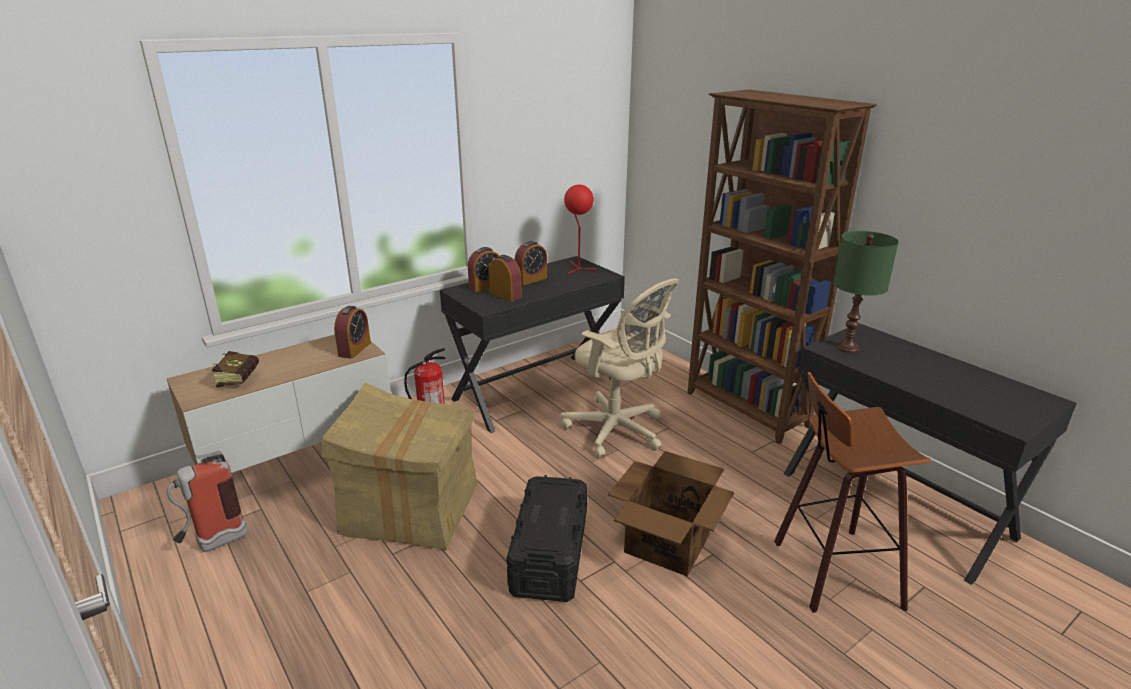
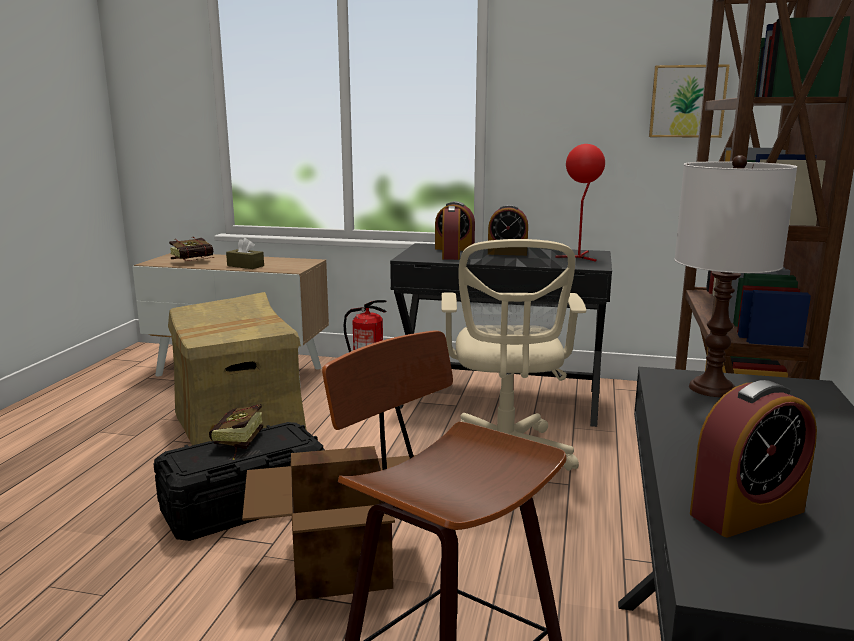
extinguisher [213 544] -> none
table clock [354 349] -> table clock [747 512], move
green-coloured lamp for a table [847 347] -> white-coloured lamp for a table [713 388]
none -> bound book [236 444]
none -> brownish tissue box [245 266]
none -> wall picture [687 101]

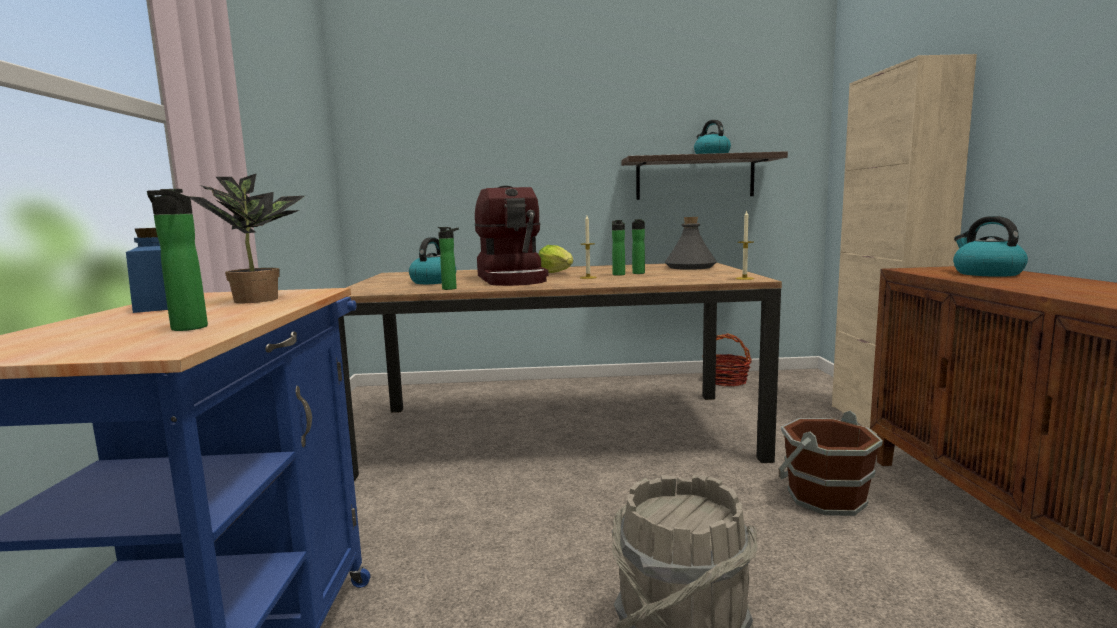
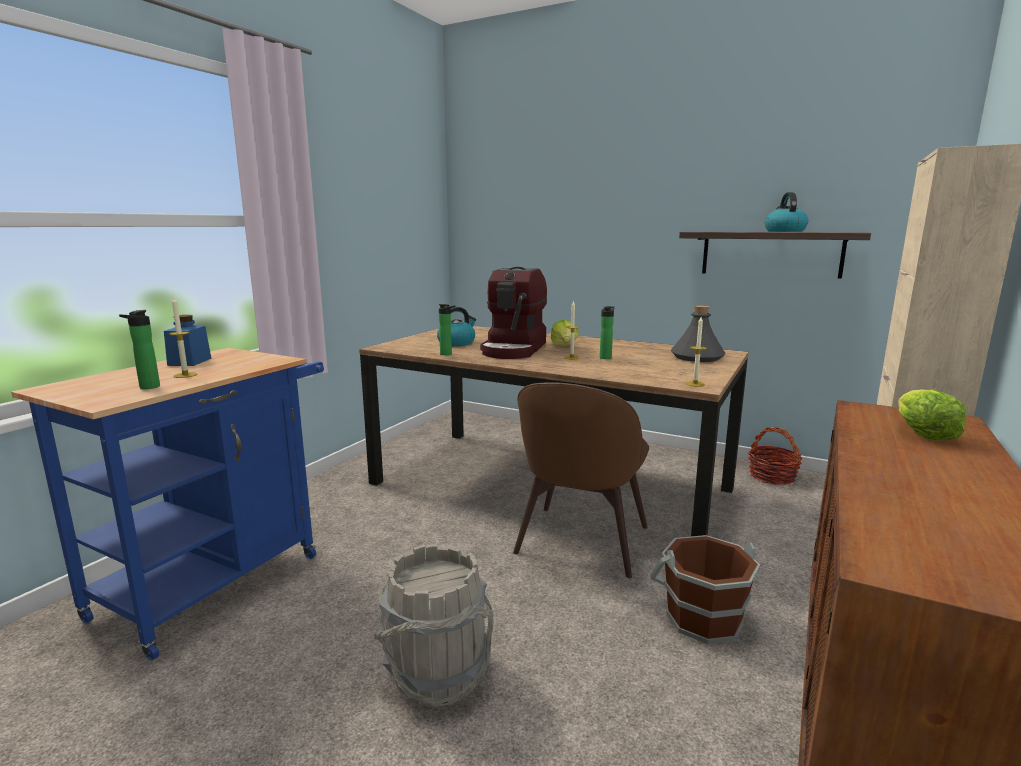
potted plant [261 299] -> none
beverage bottle [638 273] -> none
tea kettle [986 273] -> lettuce head [921 433]
none -> wax candle [185 375]
none -> brownish chair [581 543]

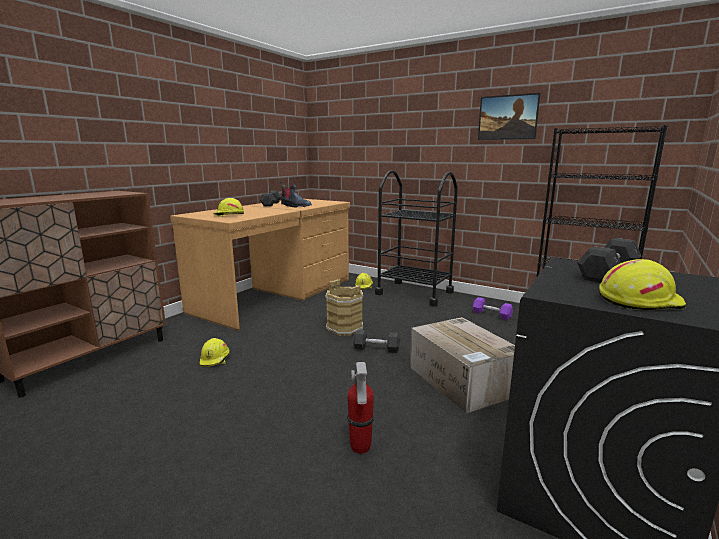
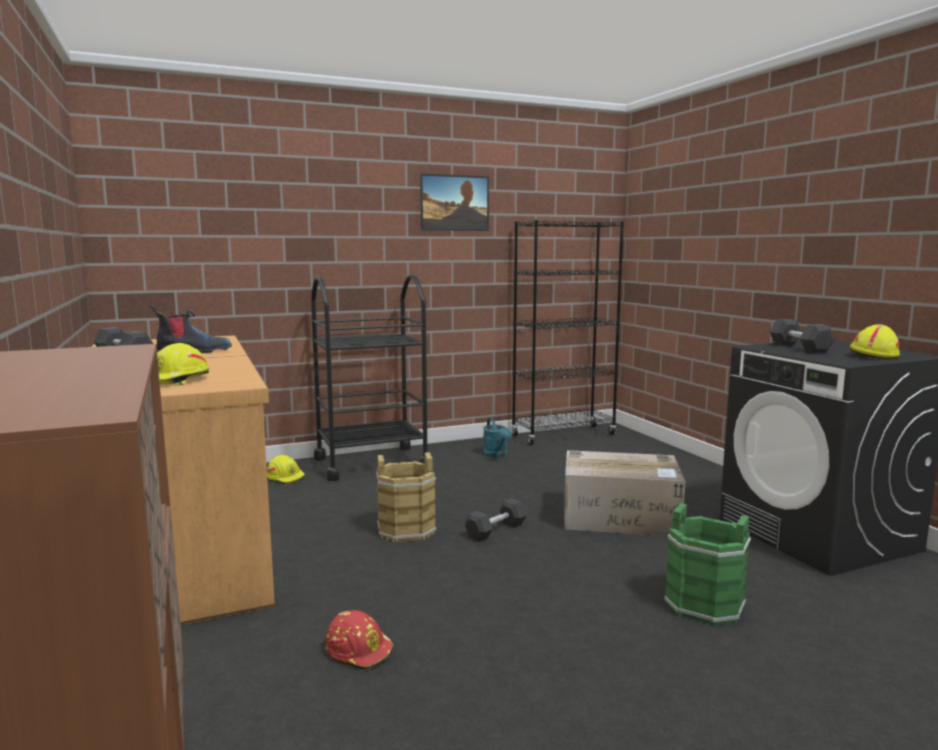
yellow work helmet [215 359] -> red work helmet [359 650]
extinguisher [360 447] -> green-coloured pail [704 604]
purple-coloured free weight [491 314] -> blue-green watering can [497 455]

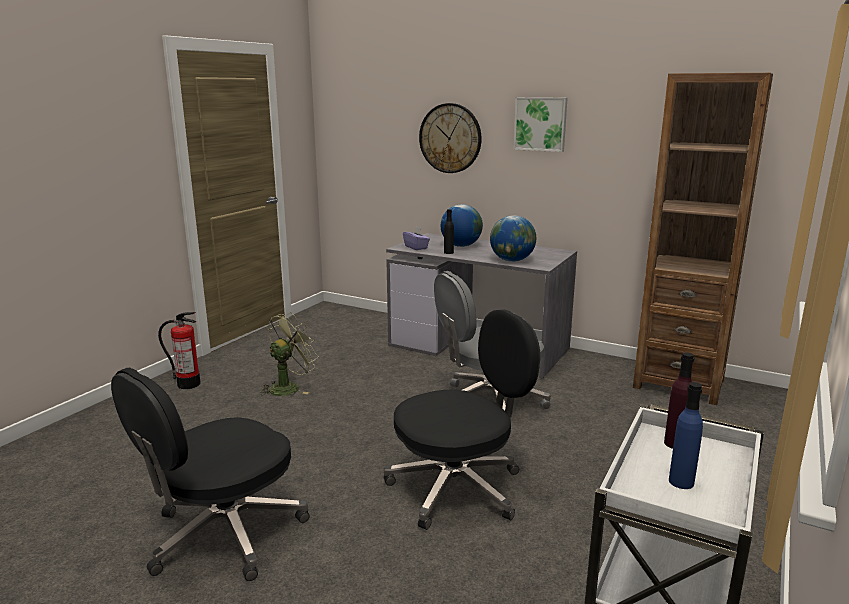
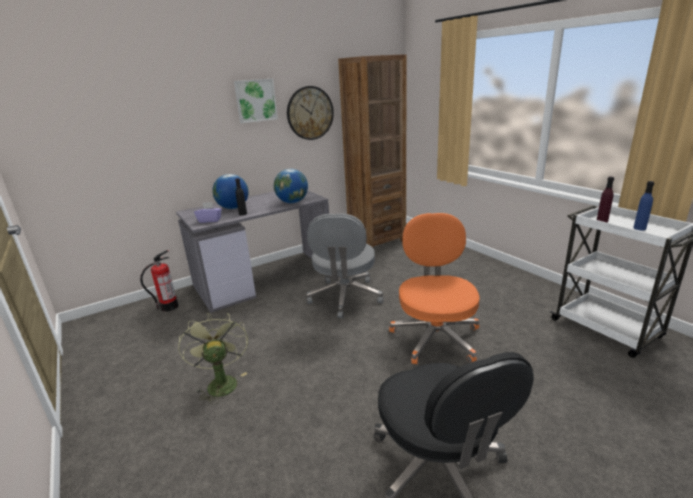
extinguisher [188 384] -> extinguisher [169 307], move
black computer chair [458 488] -> orange computer chair [435 337]
hanging clock [450 138] -> hanging clock [310 113], move

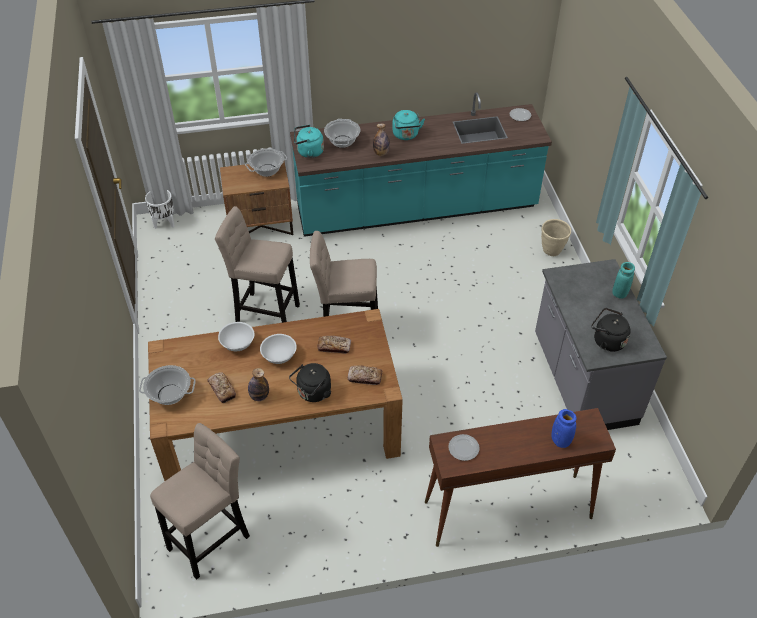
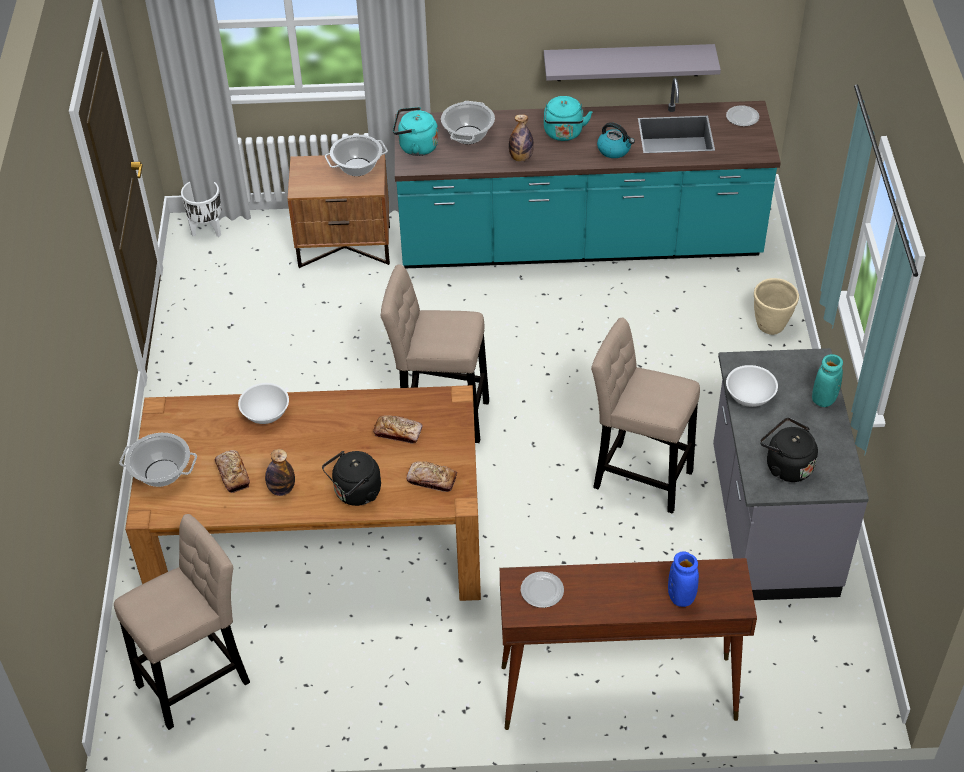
beige sitting stool [264 311] -> beige sitting stool [638 476], move
white-coloured serving bowl [279 356] -> white-coloured serving bowl [750 396], move
none -> gray shelf [628 62]
none -> tea kettle [614 150]

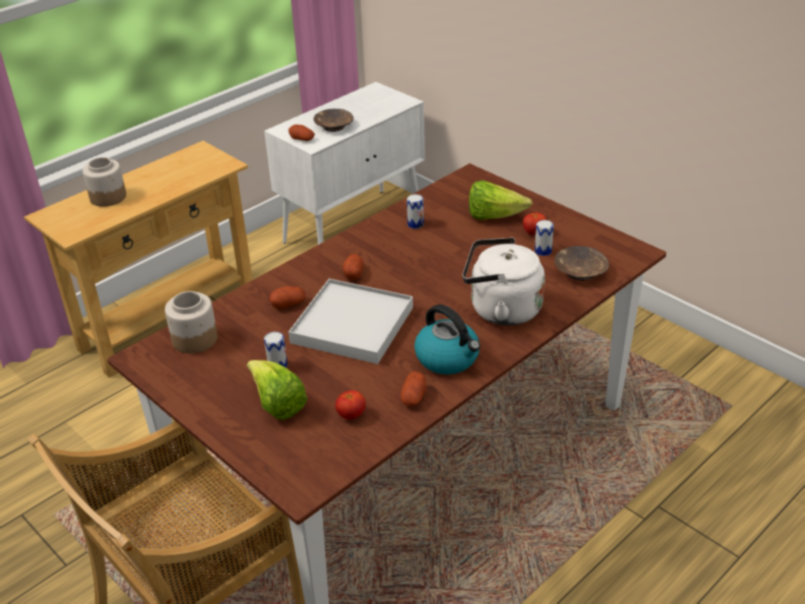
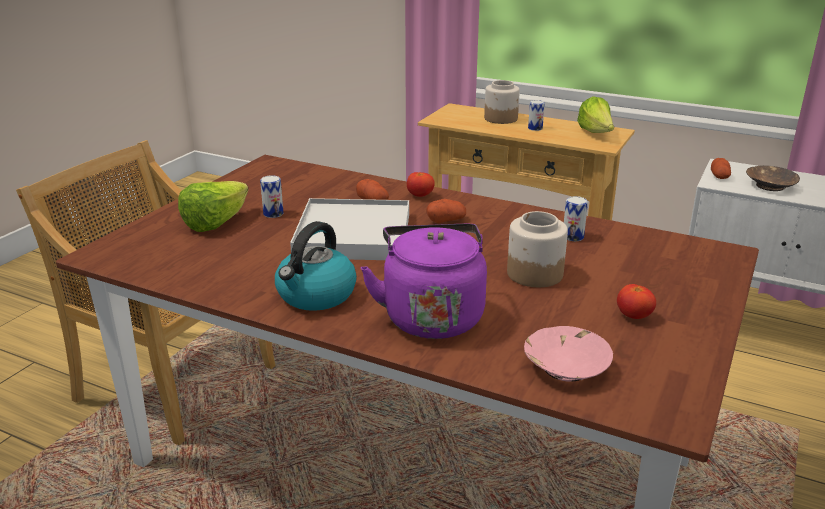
jar [194 339] -> jar [534 274], move
fresh tomato [351 415] -> fresh tomato [420 196], move
spud [413 397] -> none
white-coloured tea kettle [500 309] -> purple-coloured tea kettle [431 315]
lettuce head [494 216] -> lettuce head [596 134], move
can [543 251] -> can [535 128], move
brownish serving bowl [580 272] -> pink-coloured serving bowl [565 367]

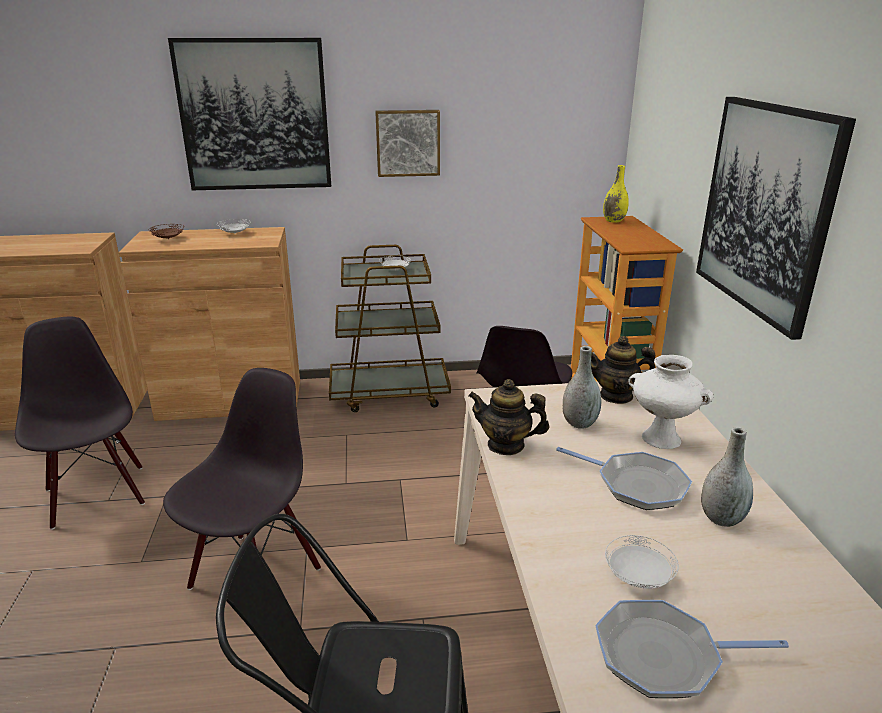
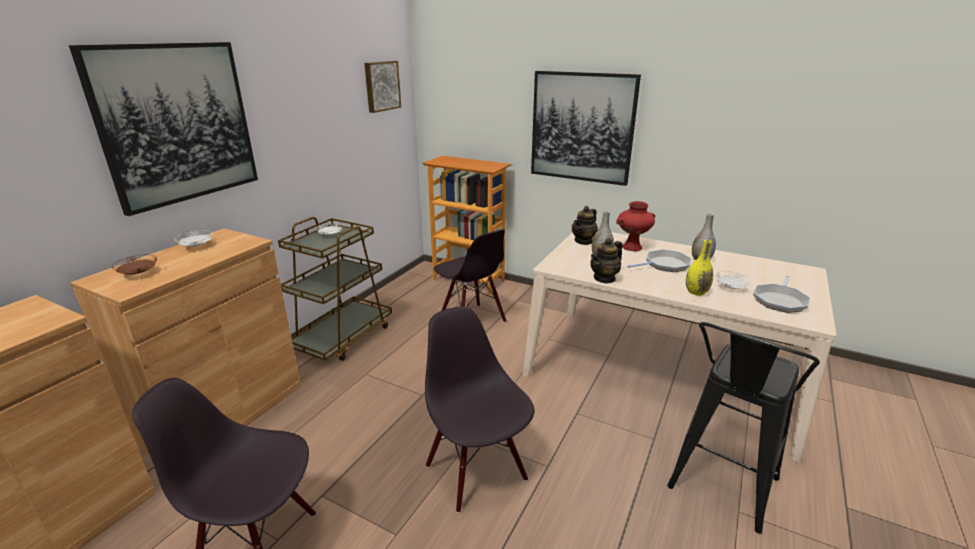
wall picture [408 143] -> wall picture [381 86], move
yellow vase [614 221] -> yellow vase [696 292], move
white-coloured vase [660 439] -> red vase [632 247]

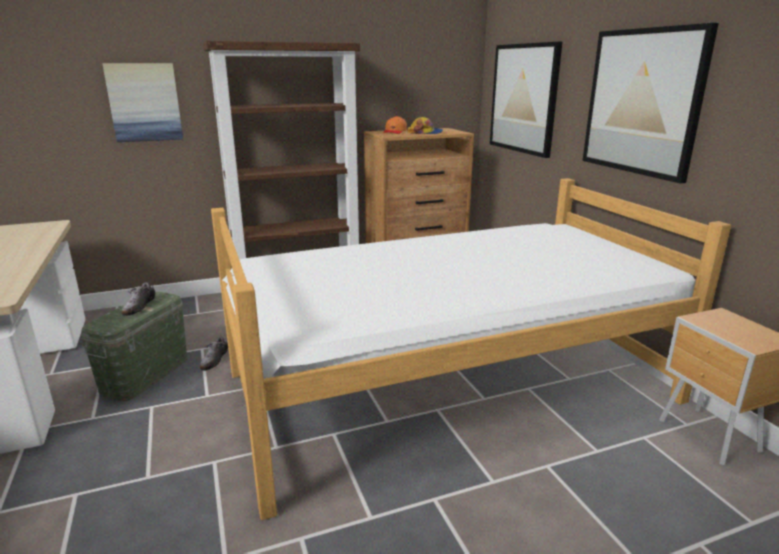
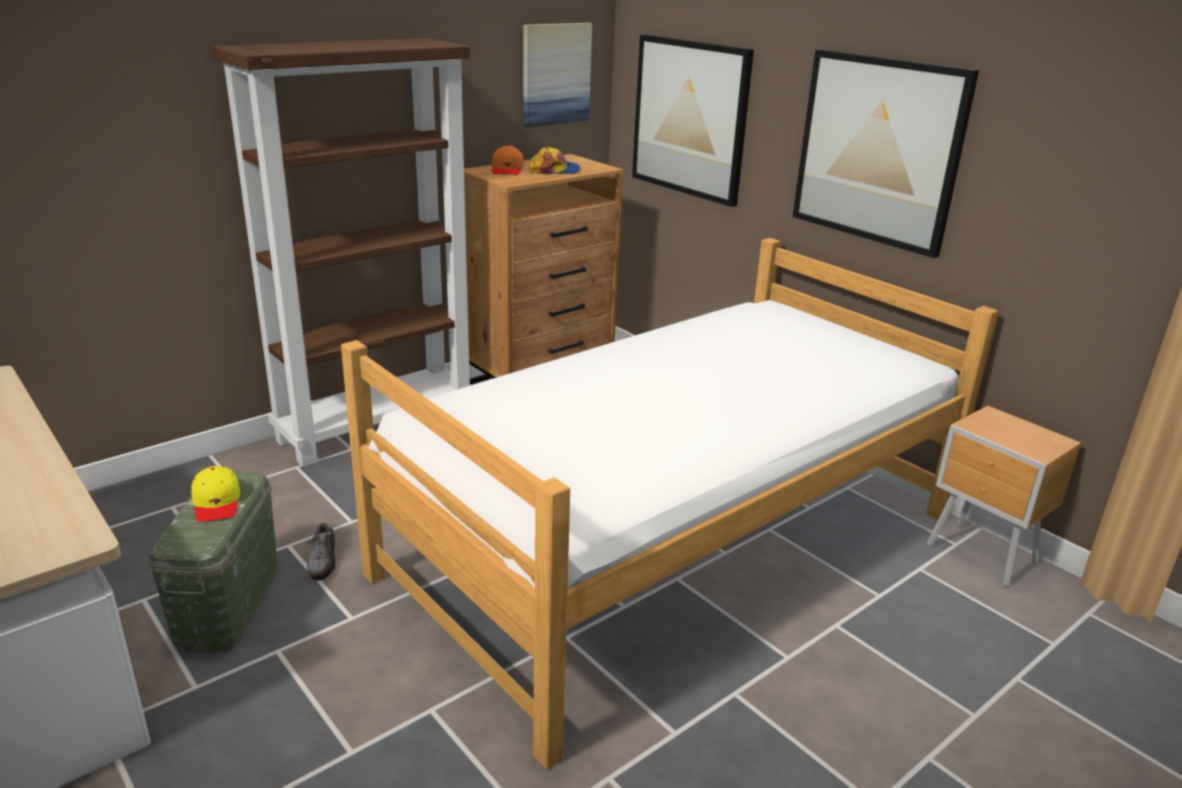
wall picture [144 102] -> wall picture [555 74], move
item of footwear [139 307] -> yellow peaked cap [217 503]

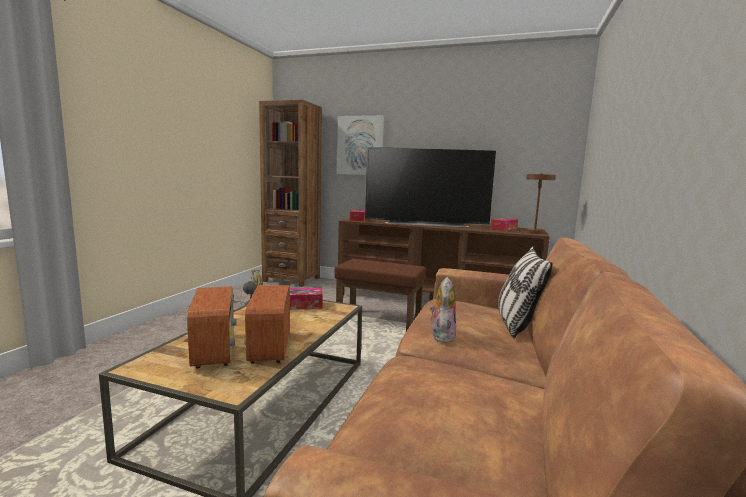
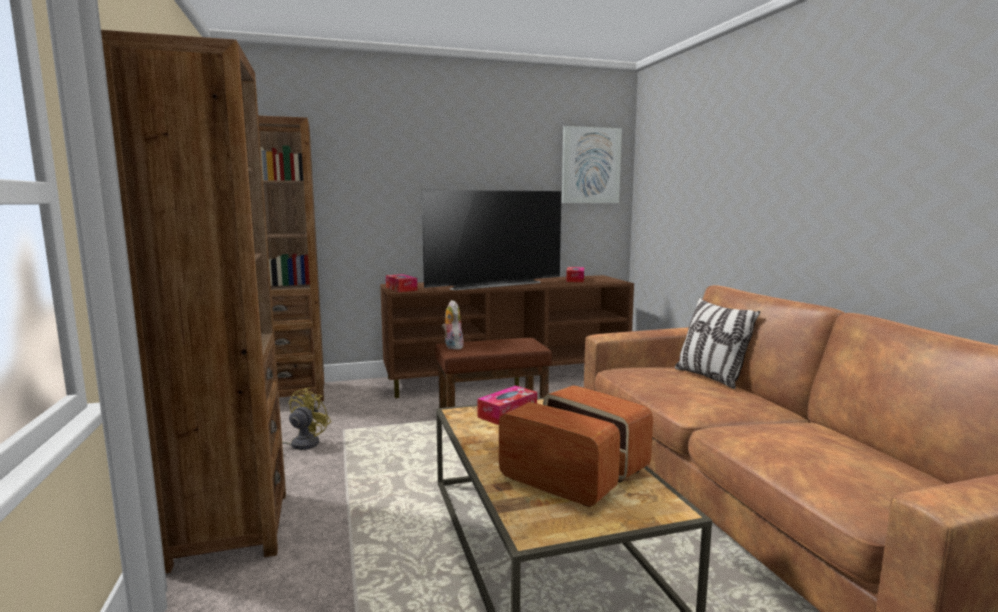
wall picture [360 145] -> wall picture [590 165], move
cuddly toy [441 336] -> cuddly toy [452 346], move
brownish lamp for a table [531 232] -> none
none -> brownish shelving unit [228 529]

